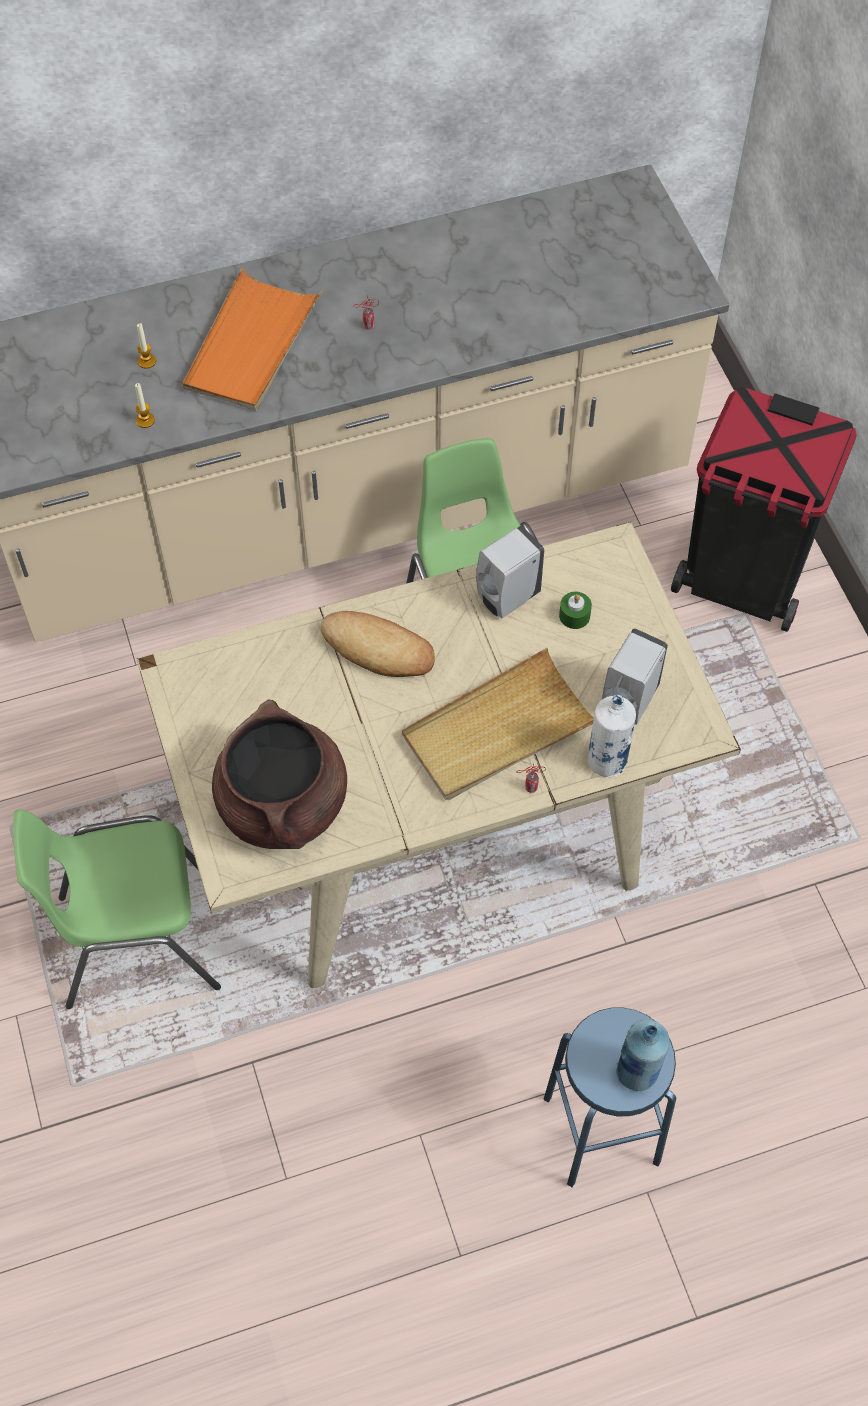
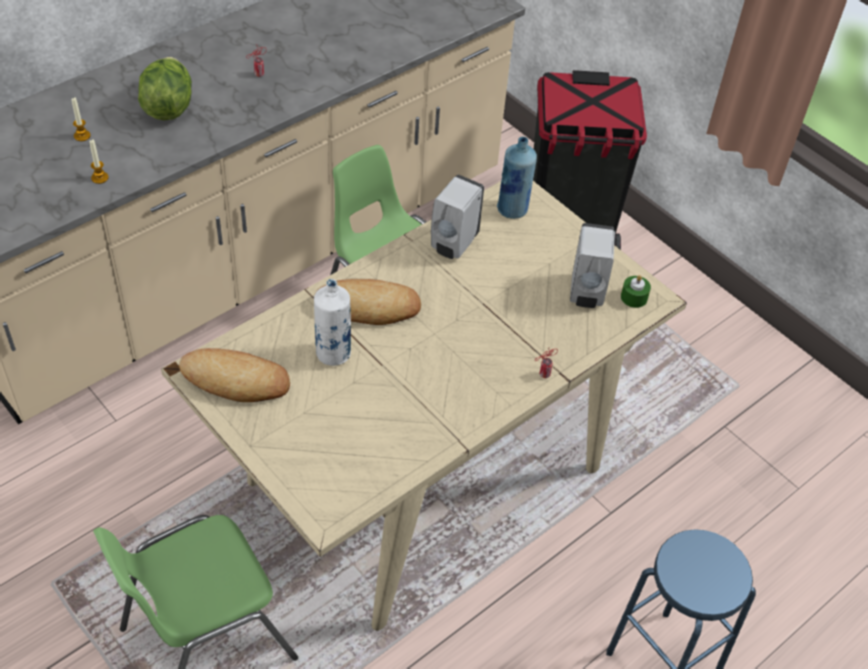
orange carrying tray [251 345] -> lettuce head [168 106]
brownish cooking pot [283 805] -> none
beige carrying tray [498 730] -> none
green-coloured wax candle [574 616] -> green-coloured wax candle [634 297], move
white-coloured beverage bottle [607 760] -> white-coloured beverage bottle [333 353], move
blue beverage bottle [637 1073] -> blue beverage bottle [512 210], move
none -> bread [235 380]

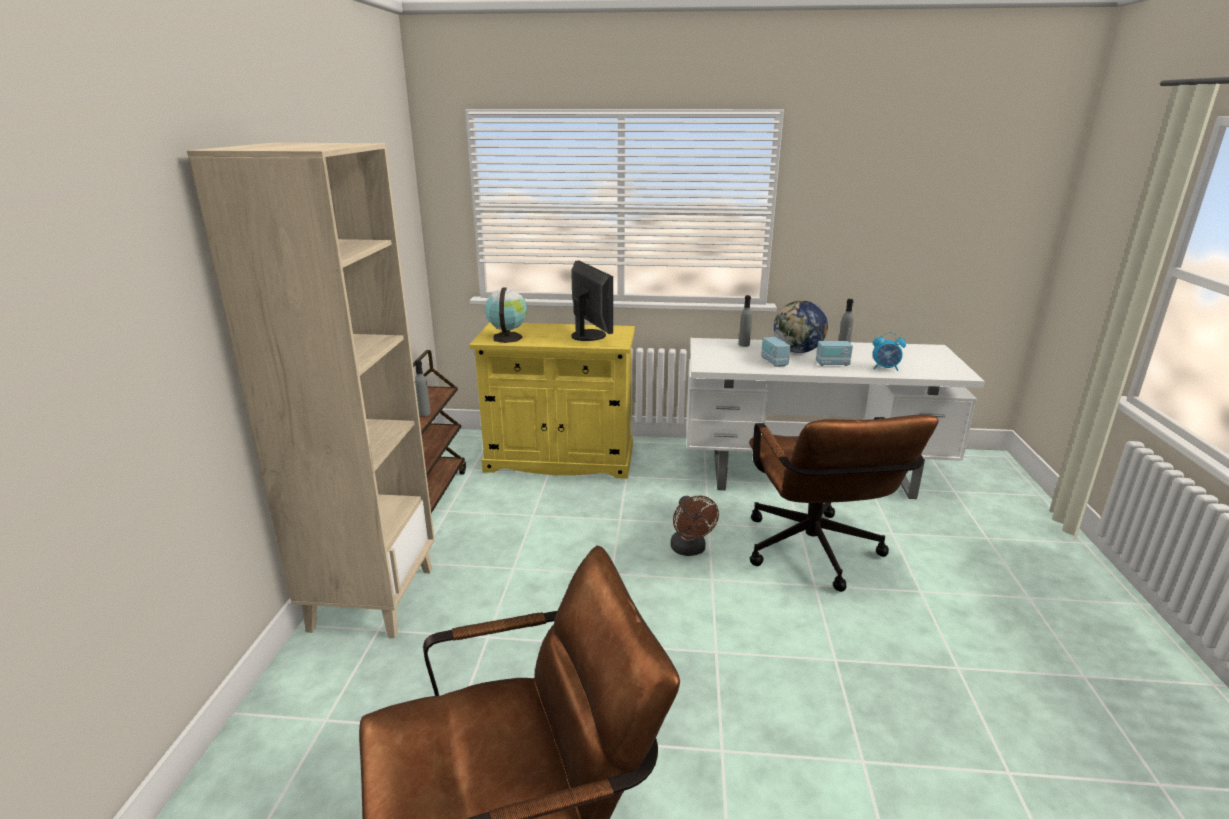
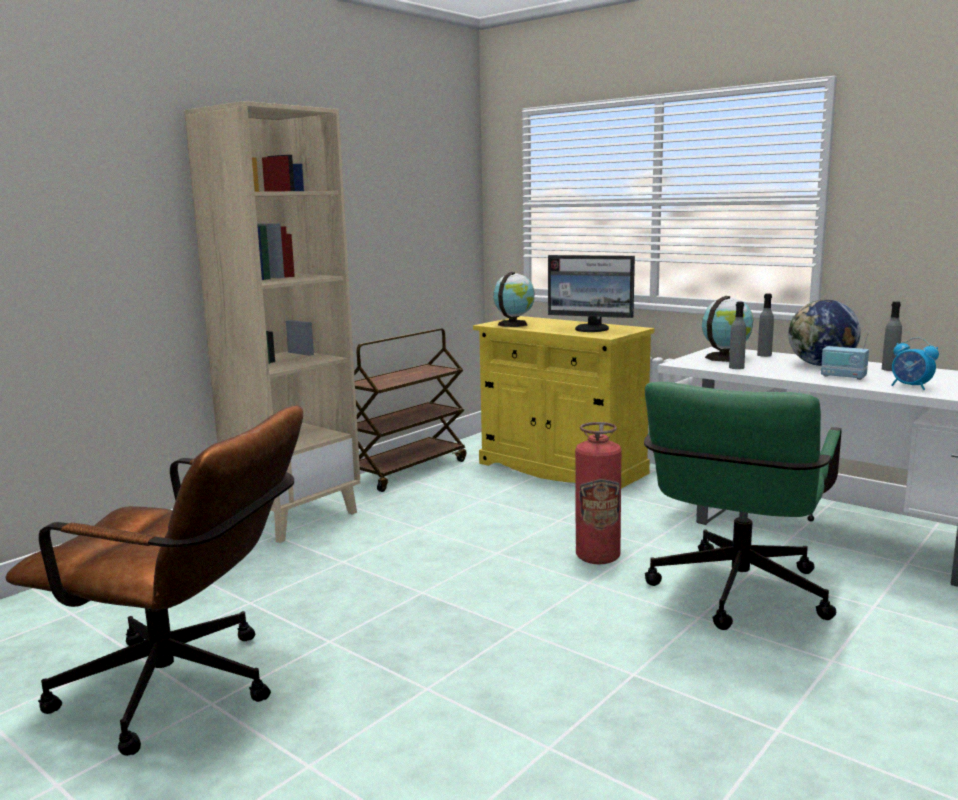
gray beverage bottle [424 413] -> gray beverage bottle [736 367], move
computer display [589 335] -> computer display [592 329], 105 degrees clockwise
brownish fan [690 550] -> extinguisher [597 557]
brownish computer chair [815 556] -> green-coloured computer chair [735 597]
radio [774 362] -> none
none -> globe [725 357]

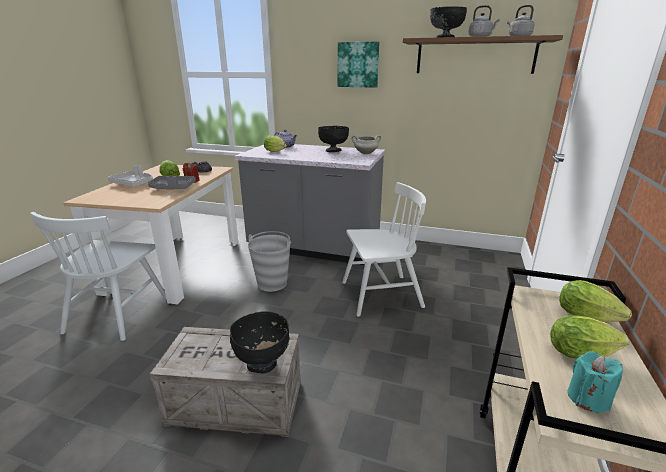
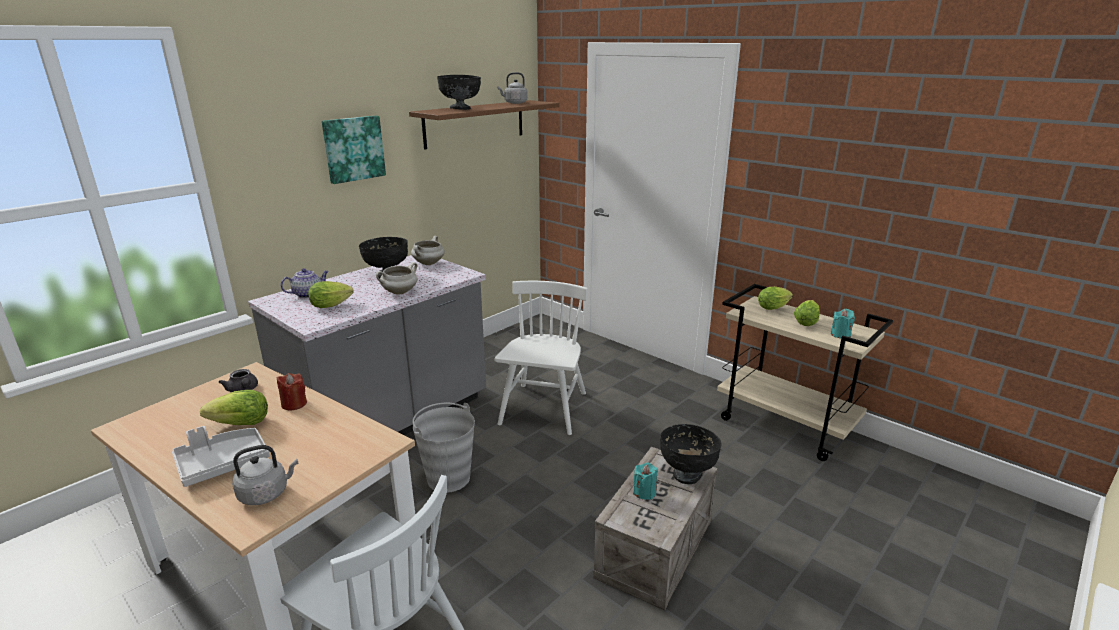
gray carrying tray [172 188] -> none
gray tea kettle [480 37] -> gray tea kettle [266 493], move
none -> white-coloured cooking pot [399 292]
none -> blue-green wax candle [644 492]

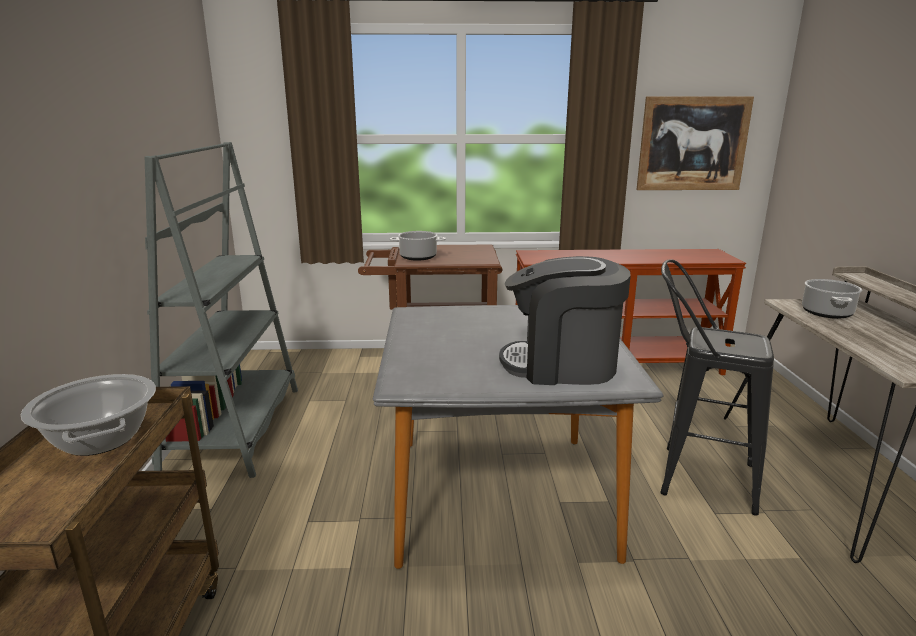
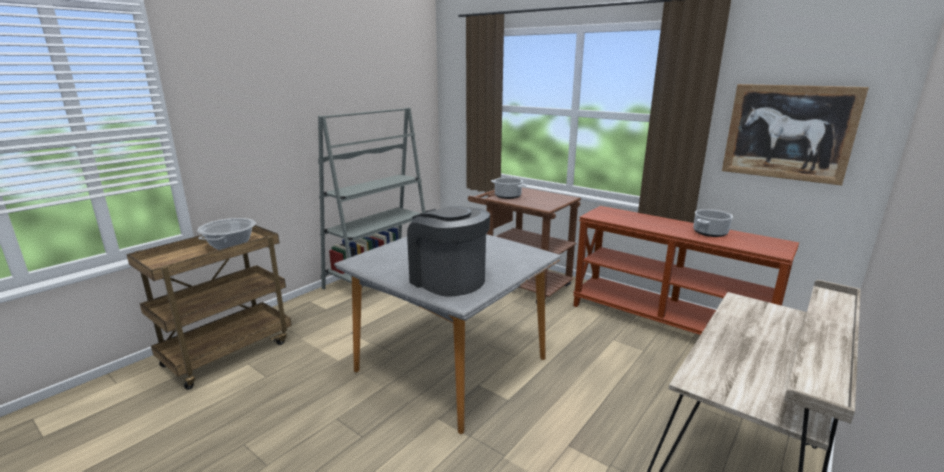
black sitting stool [694 476] -> none
cooking pot [827 313] -> cooking pot [710 233], move

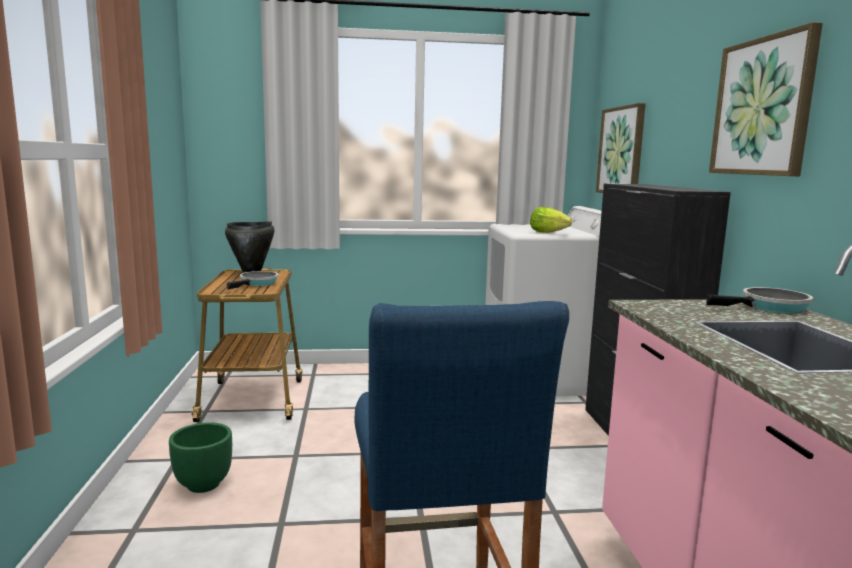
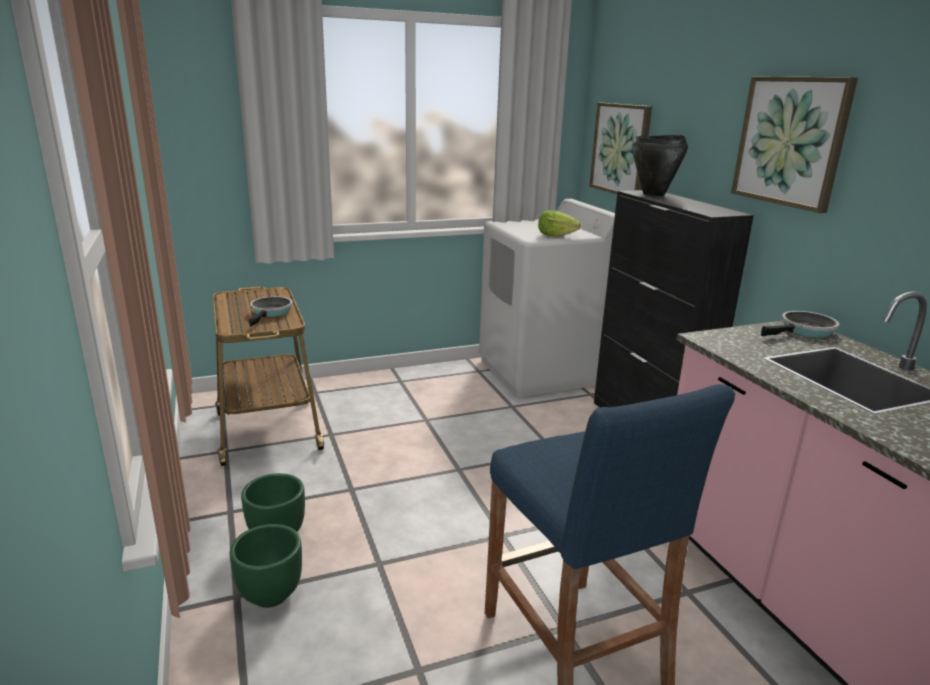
black cooking pot [252 271] -> black cooking pot [654 194], move
none -> green-coloured planter [270 595]

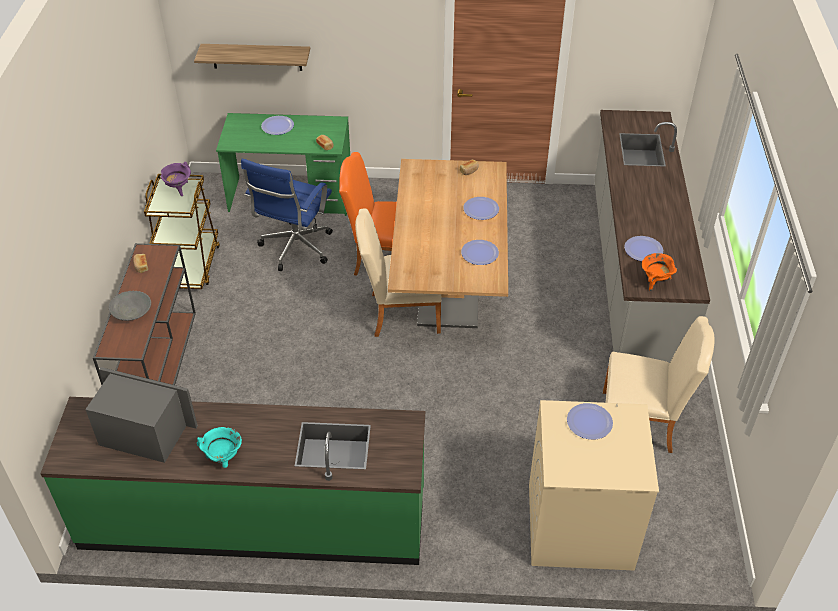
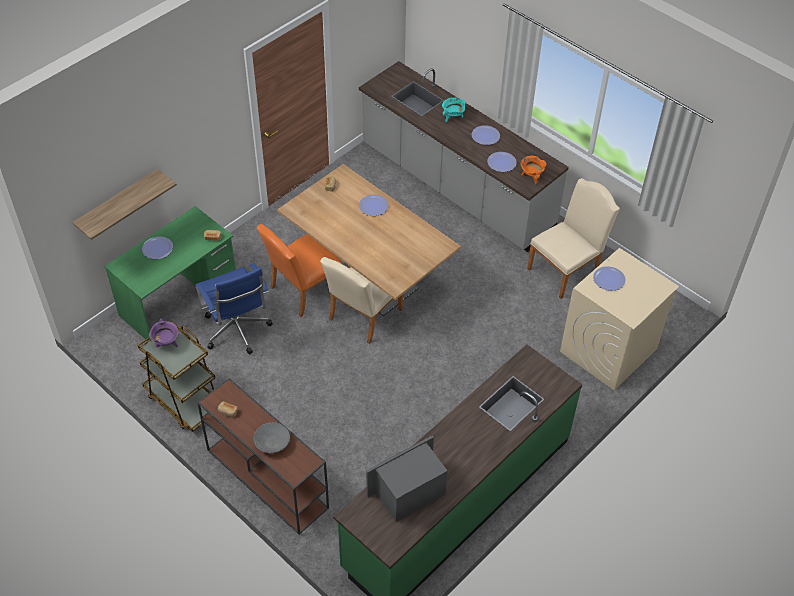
blue-green cooking pot [223 459] -> blue-green cooking pot [453 117], move
plate [479 253] -> plate [485 136], move

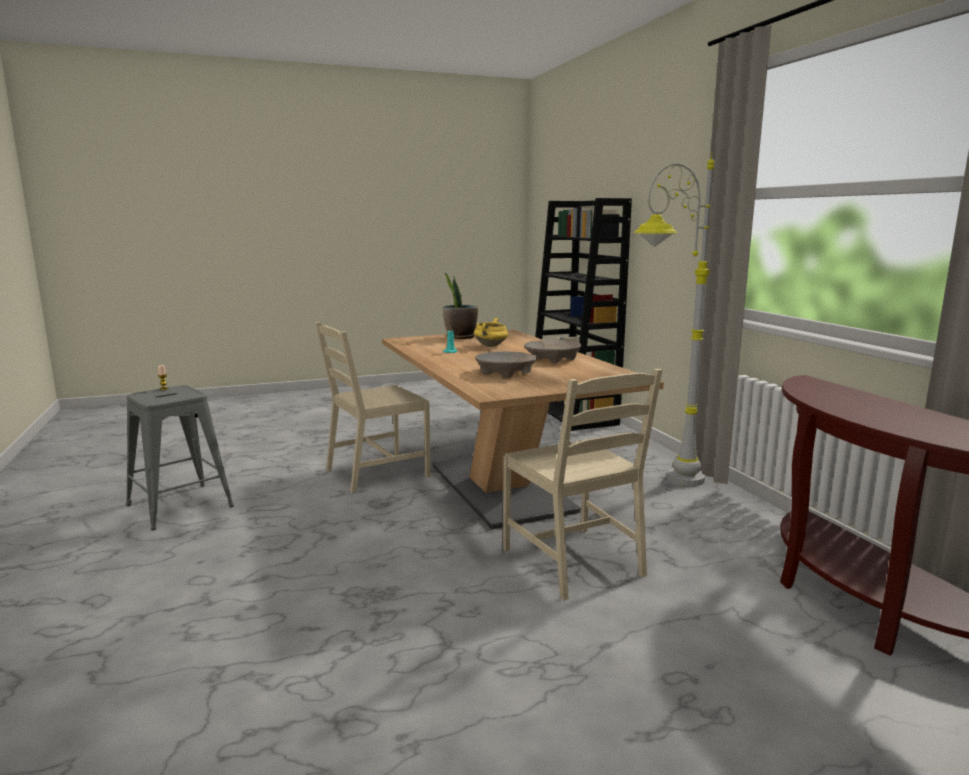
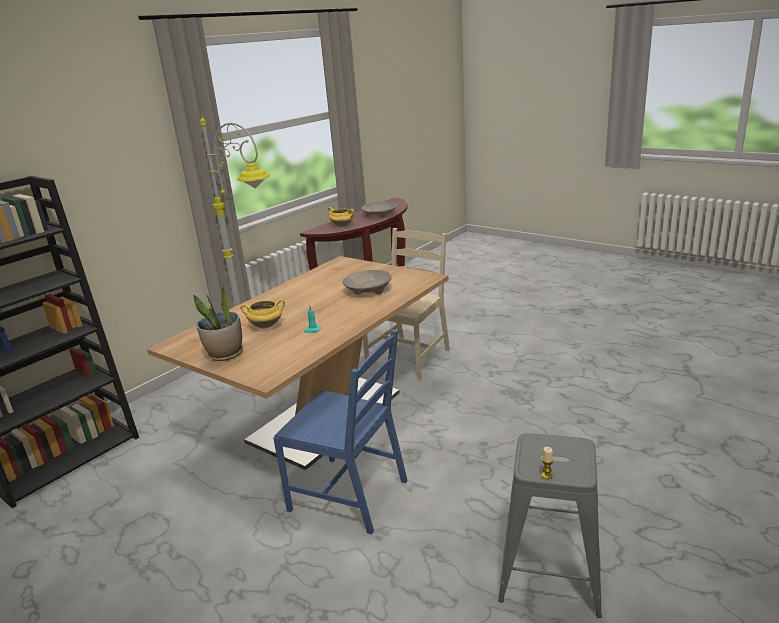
beige chair [376 473] -> blue chair [350 494]
beige serving bowl [552 359] -> beige serving bowl [379 215], move
none -> yellow cooking pot [342 225]

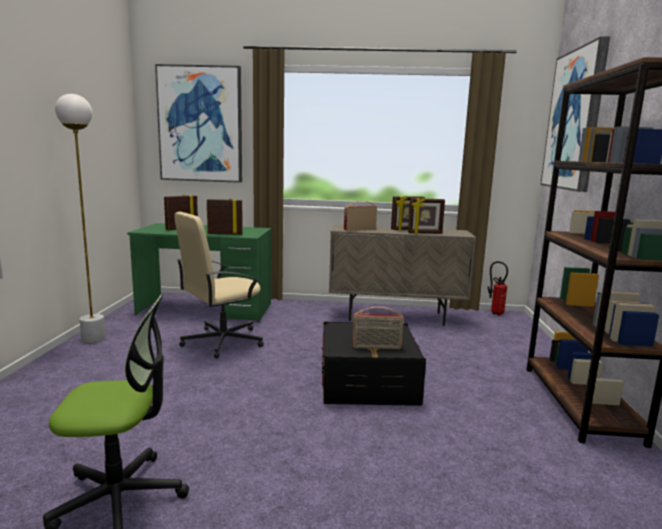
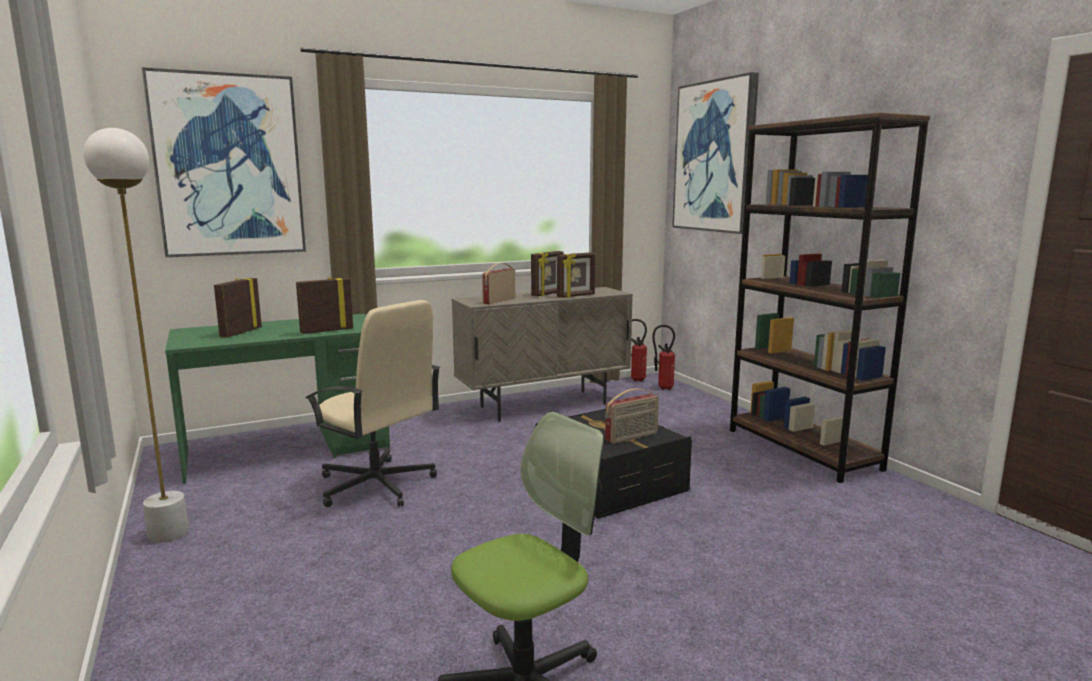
beige computer chair [221 341] -> beige computer chair [376 485], 75 degrees counterclockwise
none -> extinguisher [662 388]

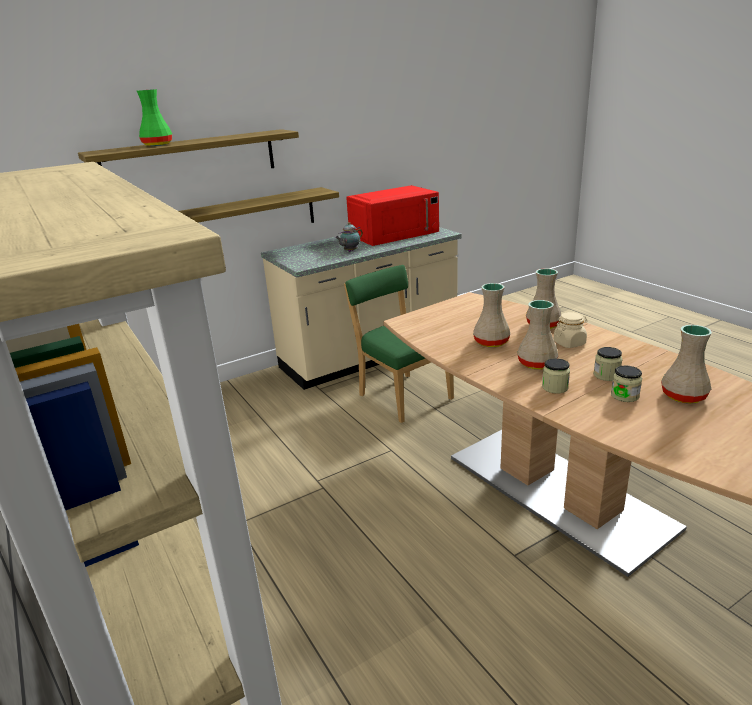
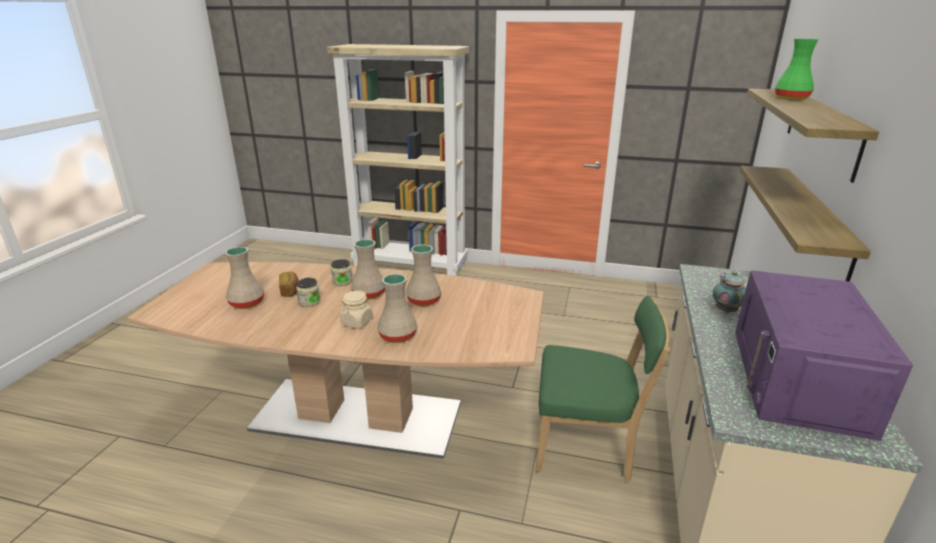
red microwave oven [394 233] -> purple-coloured microwave oven [798 379]
jar [624 395] -> bread [290 291]

